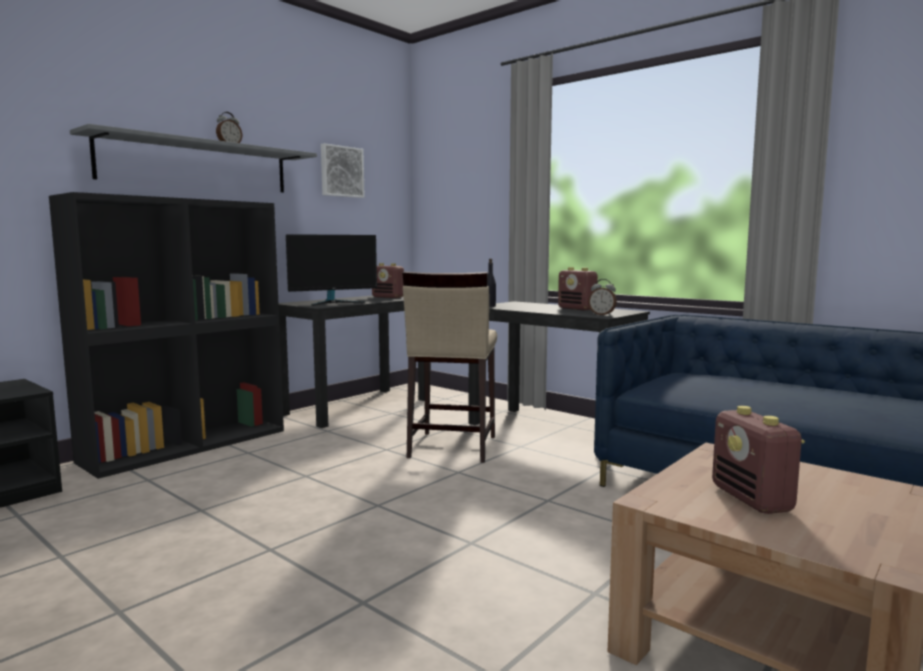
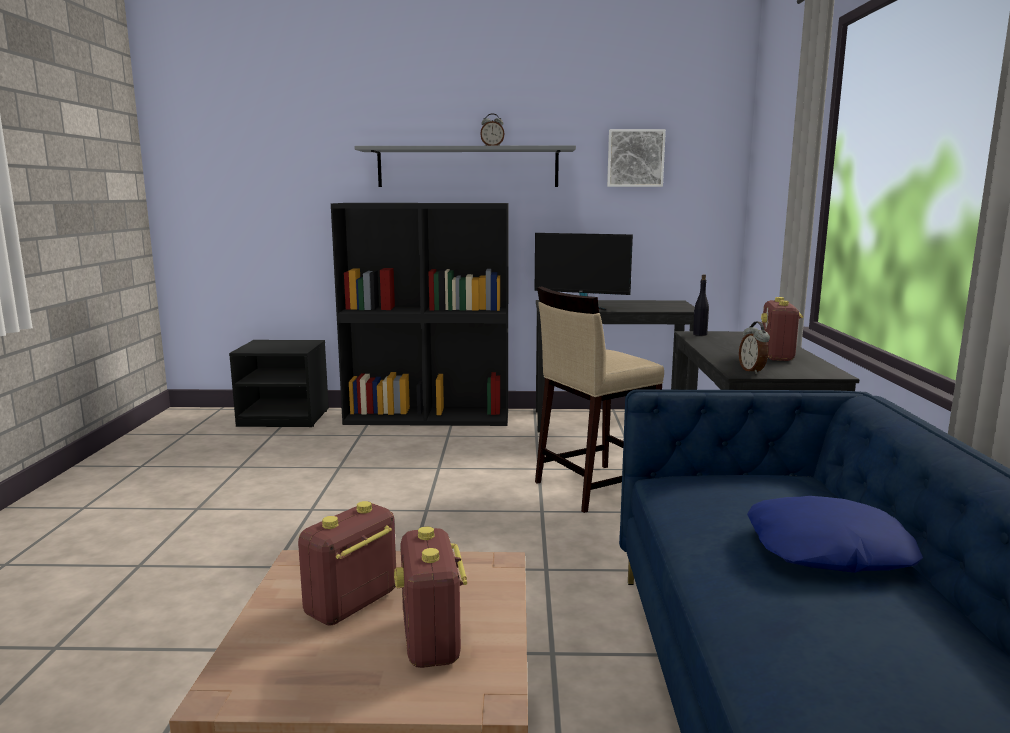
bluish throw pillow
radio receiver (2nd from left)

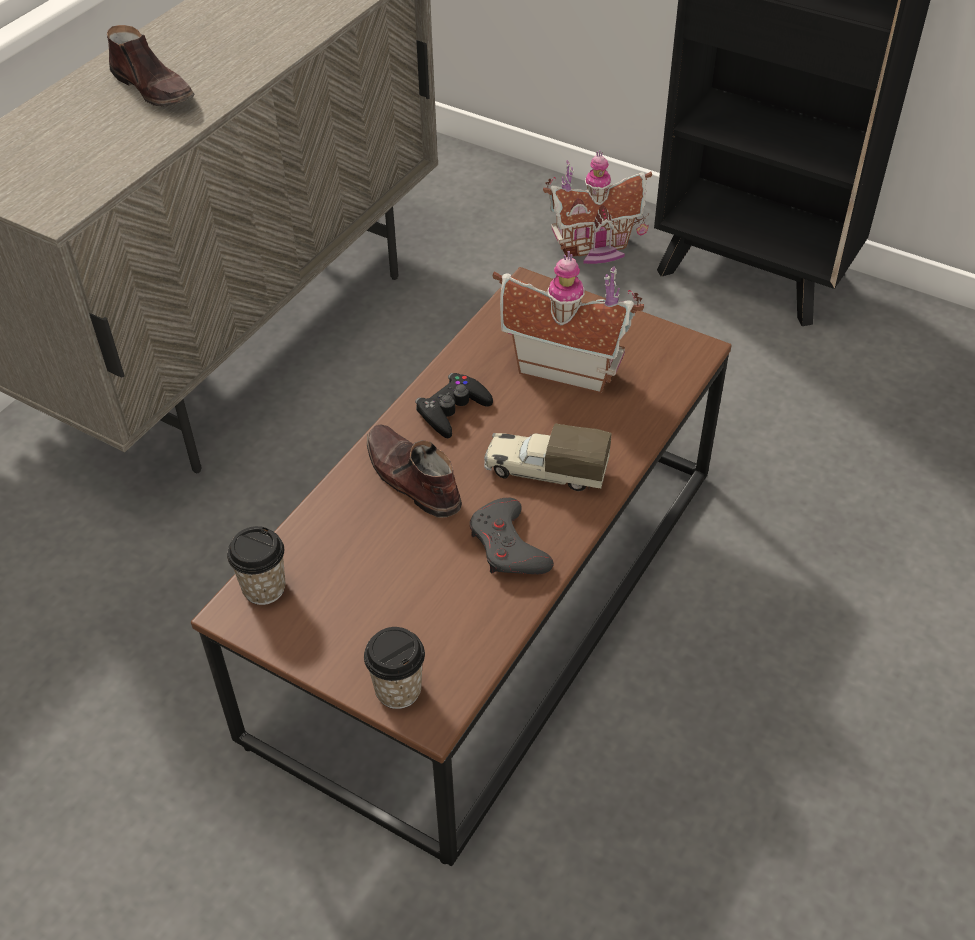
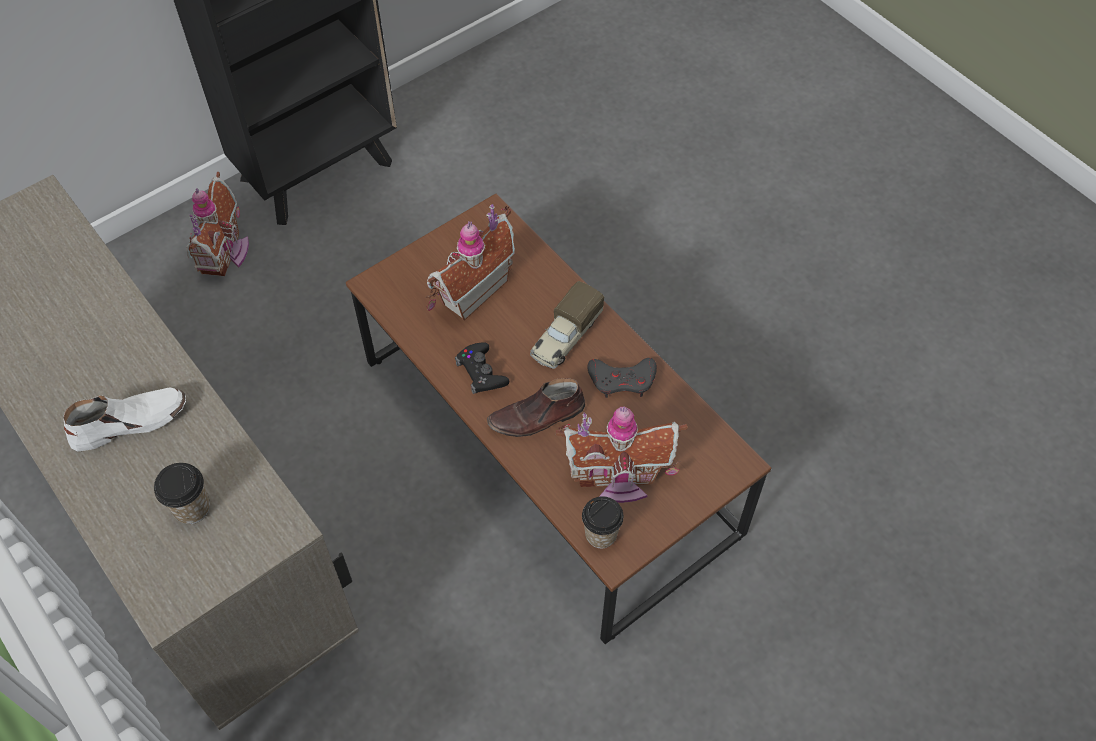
toy house (3rd from left)
drinking cup (1st from left)
whitish item of footwear

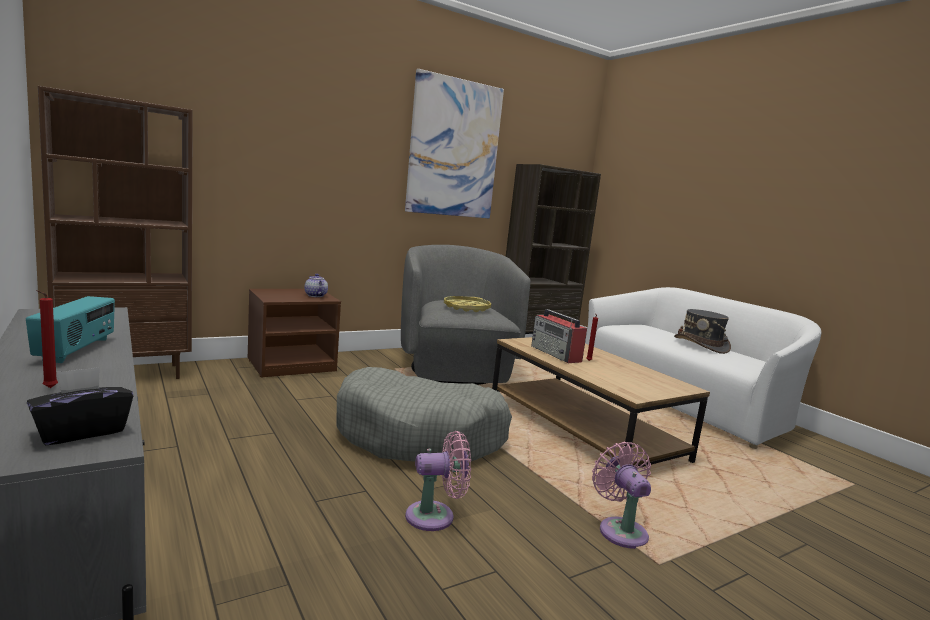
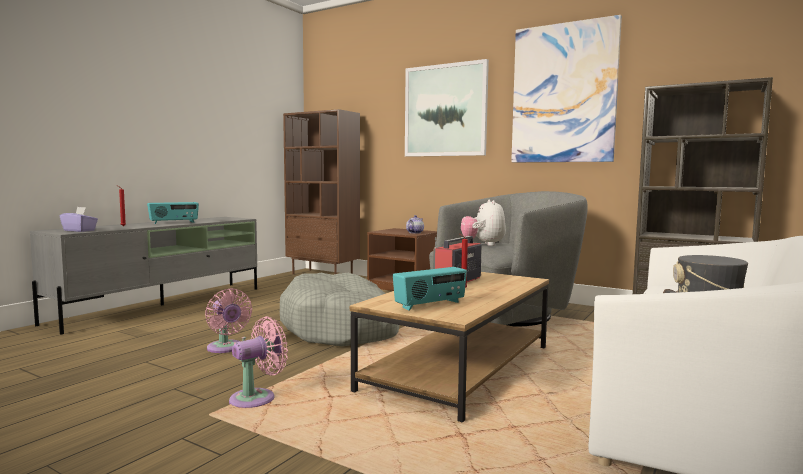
radio receiver (2nd from left)
picture (1st from left)
cuddly toy
purple-coloured box of tissues

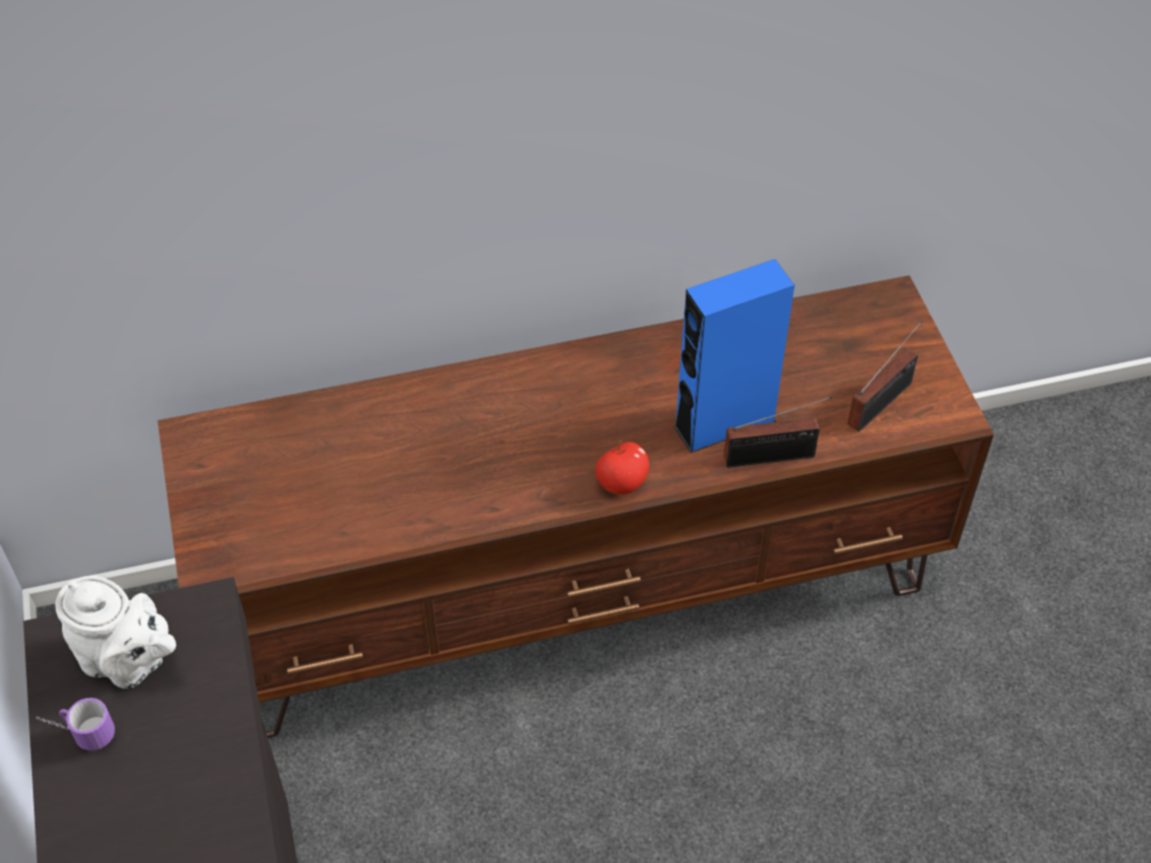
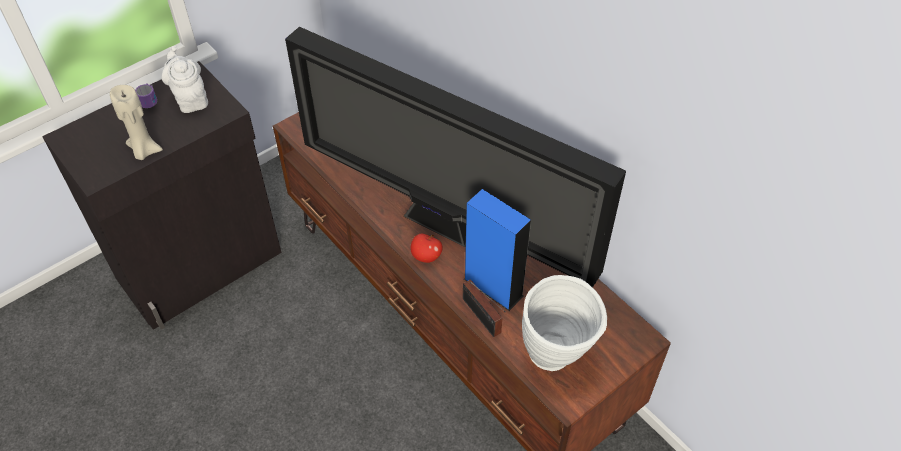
beige-coloured wax light
television
whitish decorative vase
whitish teapot

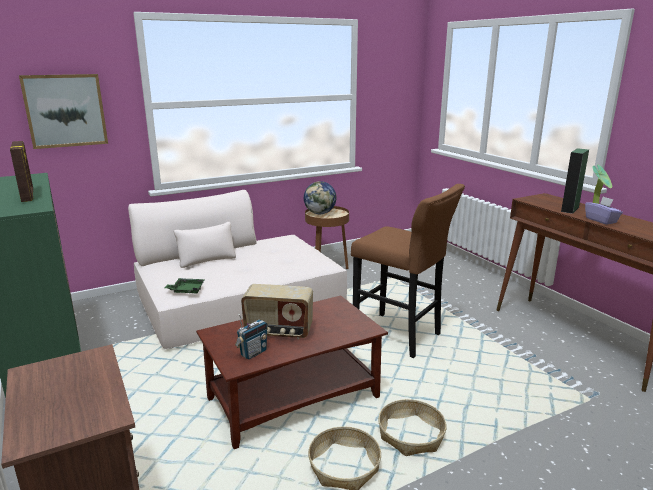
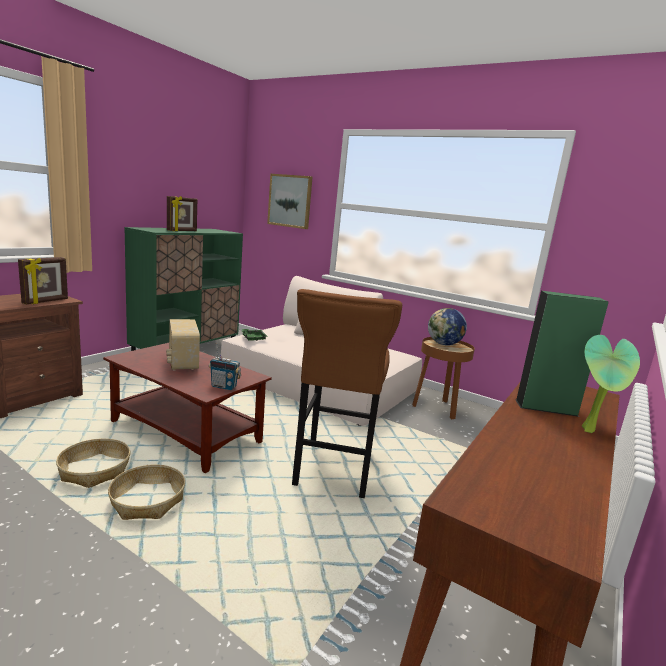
purple-coloured box of tissues
picture frame (1st from left)
radio receiver (2nd from left)

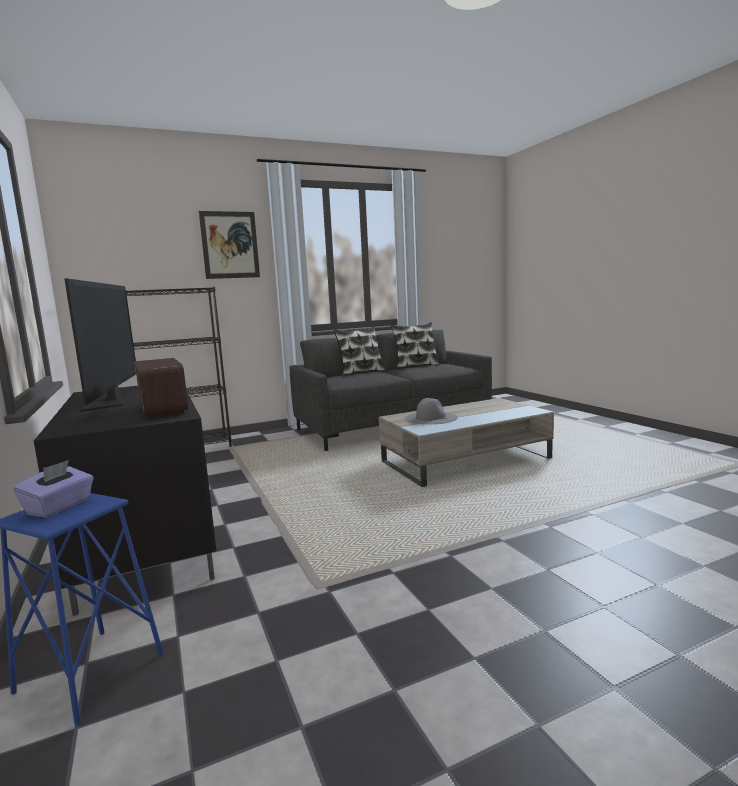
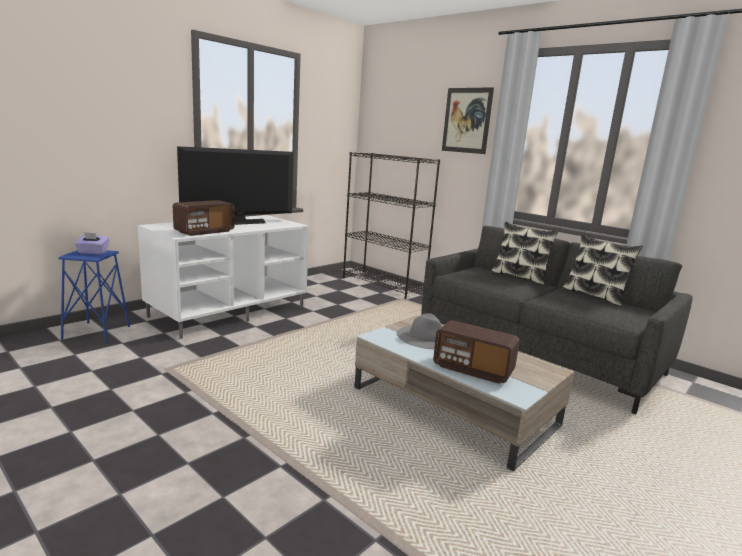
radio receiver (2nd from left)
whitish media console

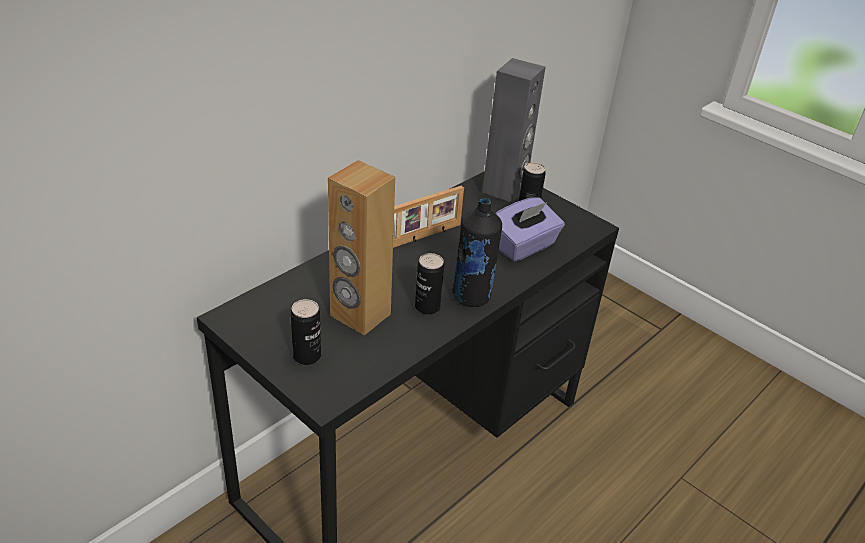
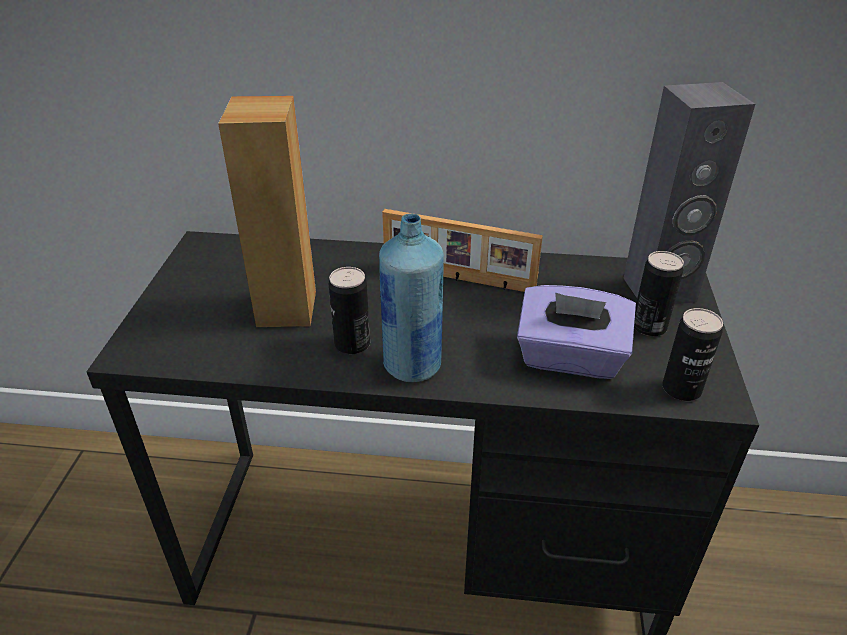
sealed can (3rd from left)
bluish beverage bottle

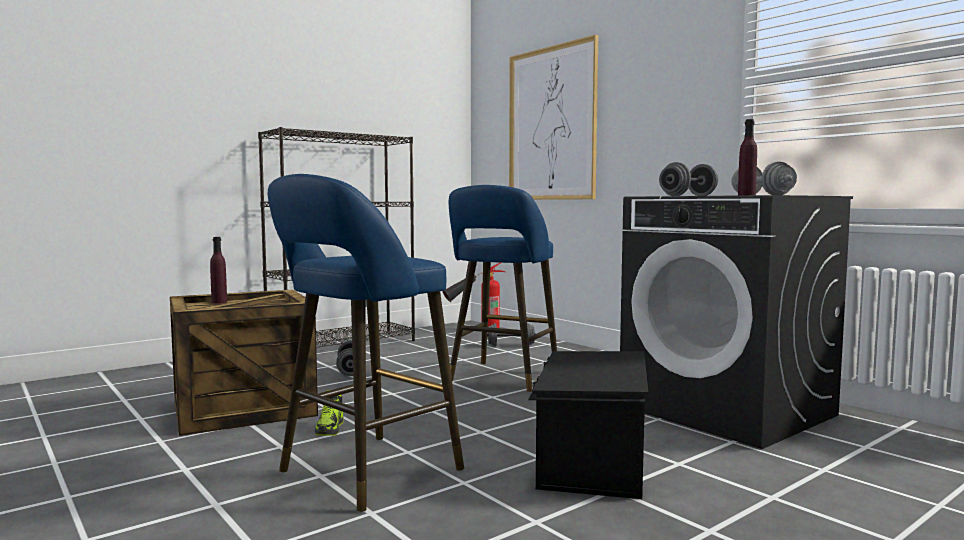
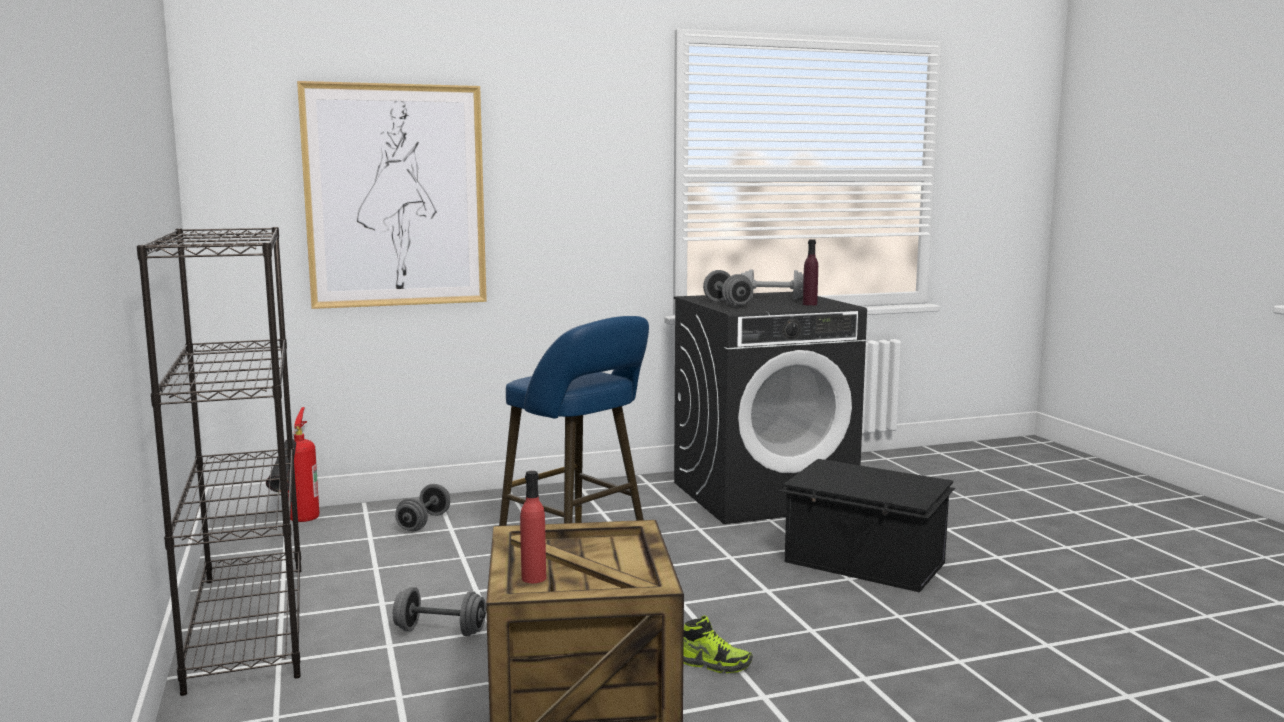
bluish sitting stool (1st from left in the first image)
reddish beverage bottle

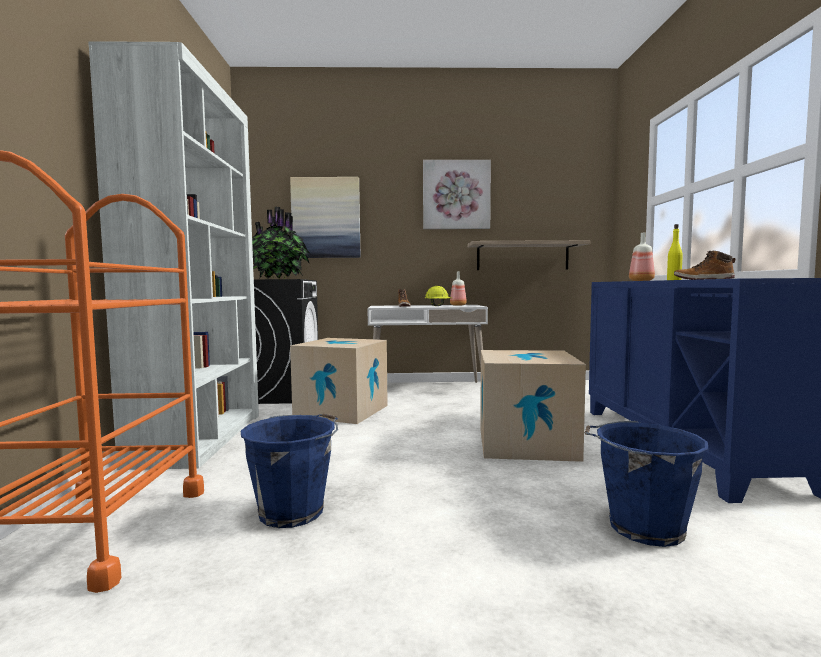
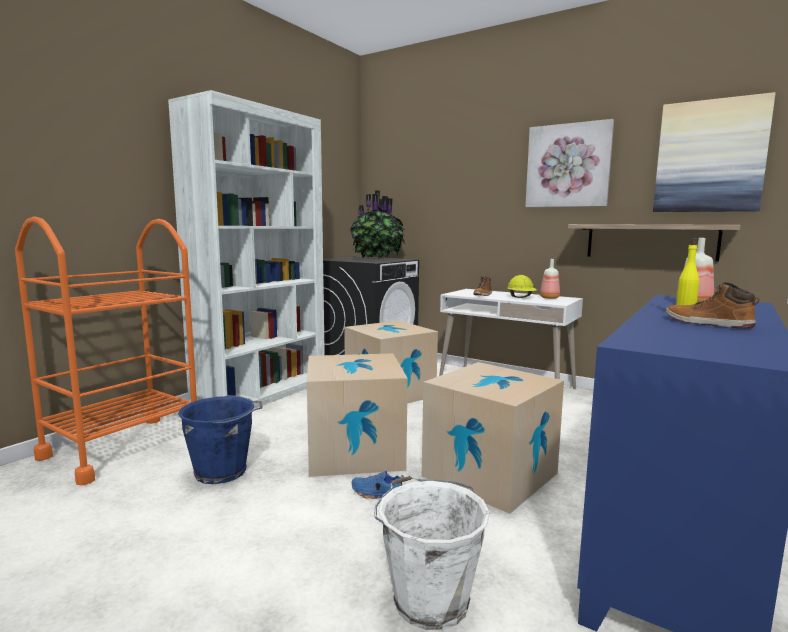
packing box (1st from left)
bluish item of footwear
picture (2nd from left)
whitish water bucket

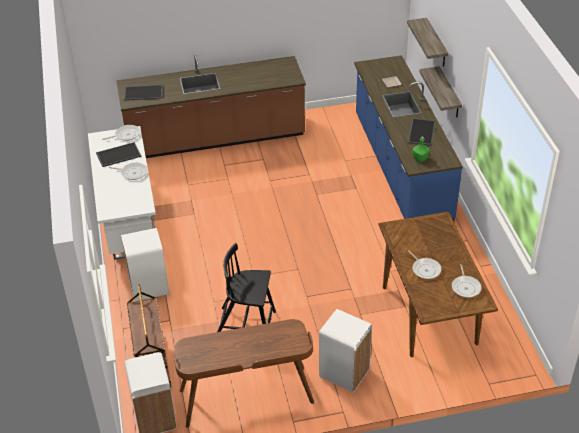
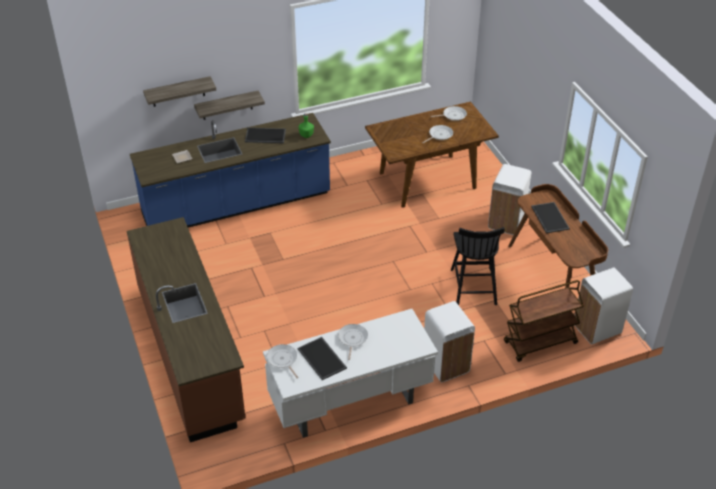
serving tray (3rd from left)

